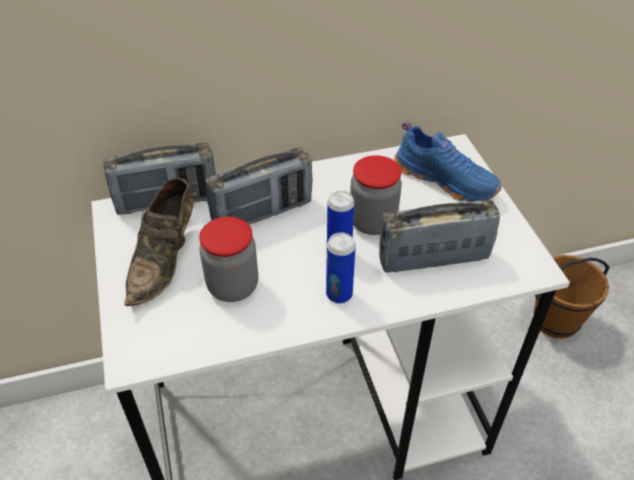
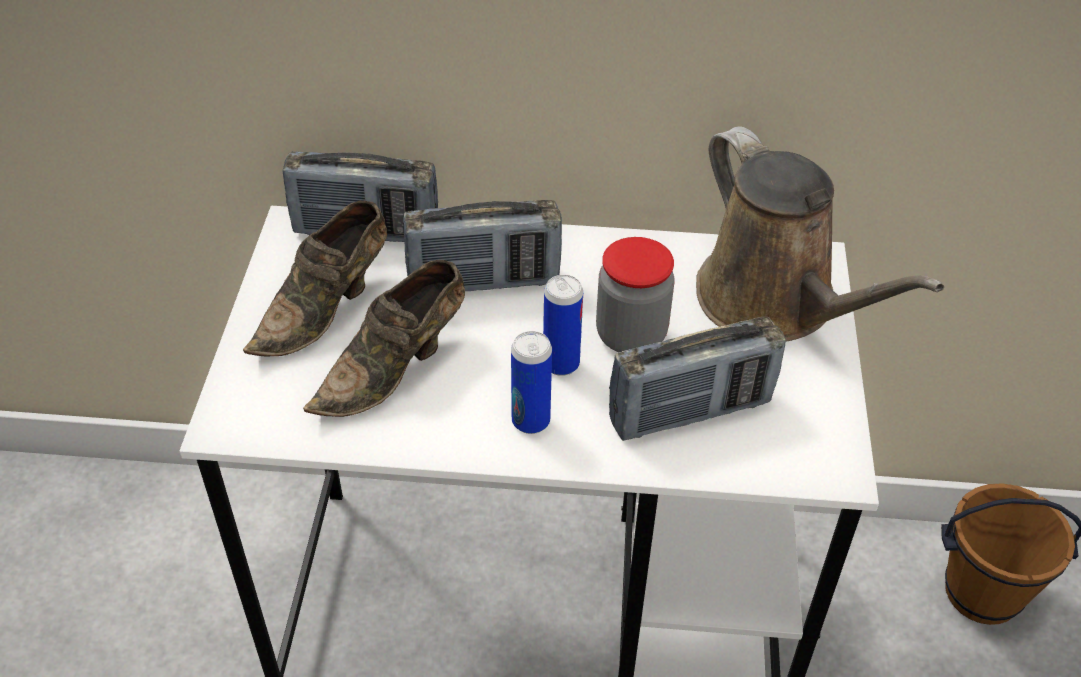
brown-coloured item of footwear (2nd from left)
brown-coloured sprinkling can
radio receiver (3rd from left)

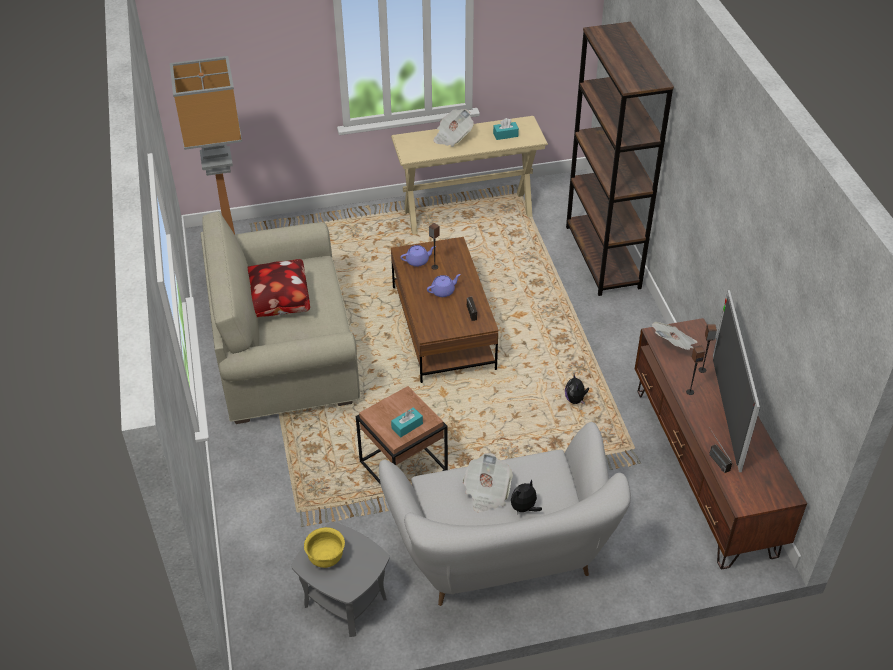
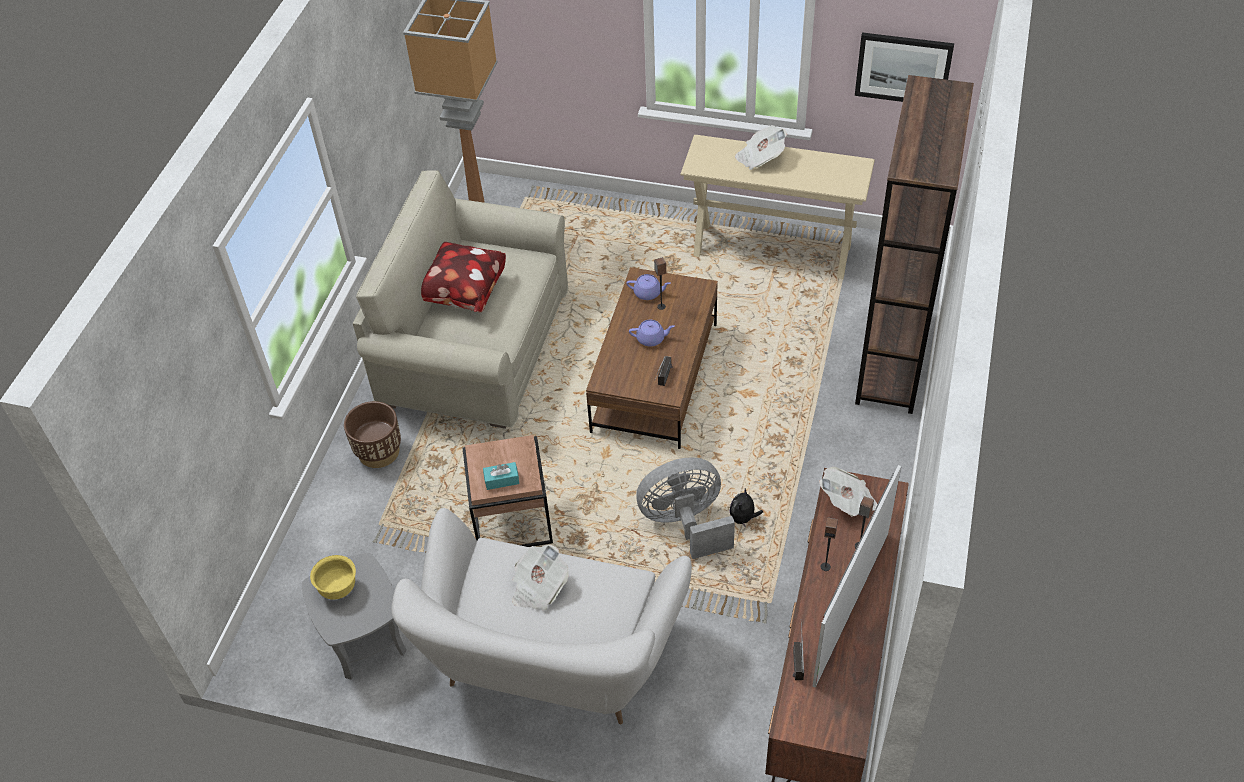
turquoise-coloured box of tissues (2nd from left in the first image)
cuddly toy (1st from left in the first image)
brown-coloured plant pot
gray electric fan
picture

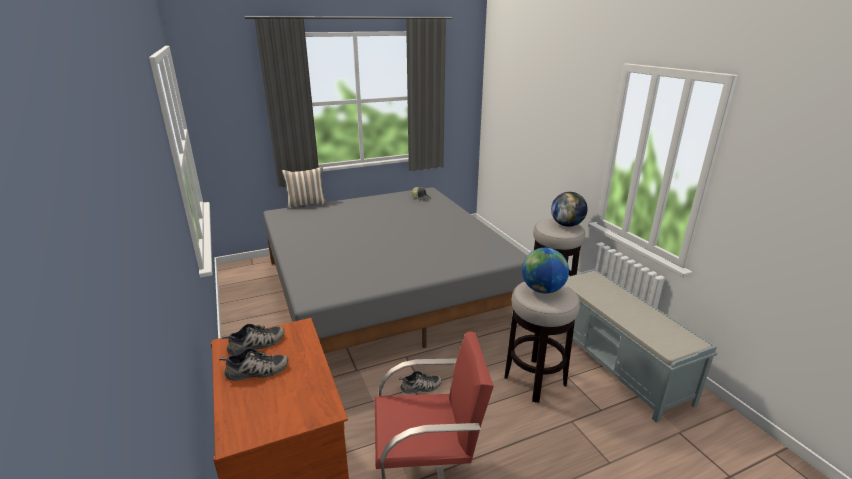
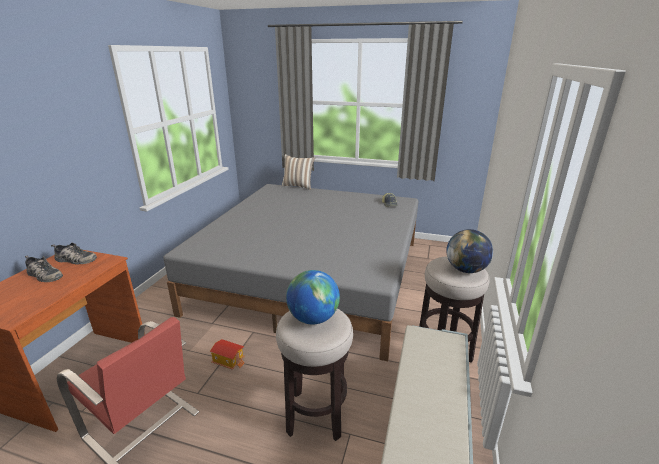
toy house

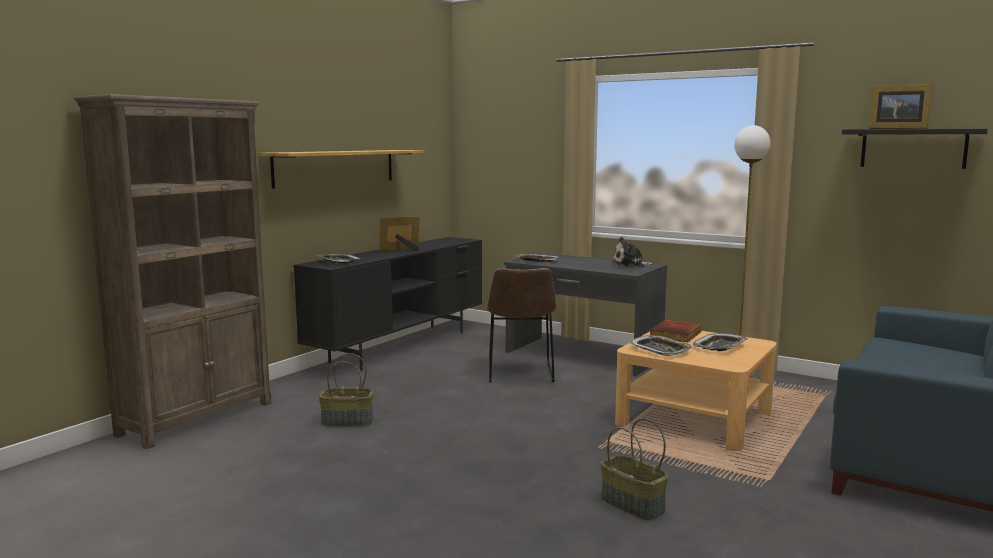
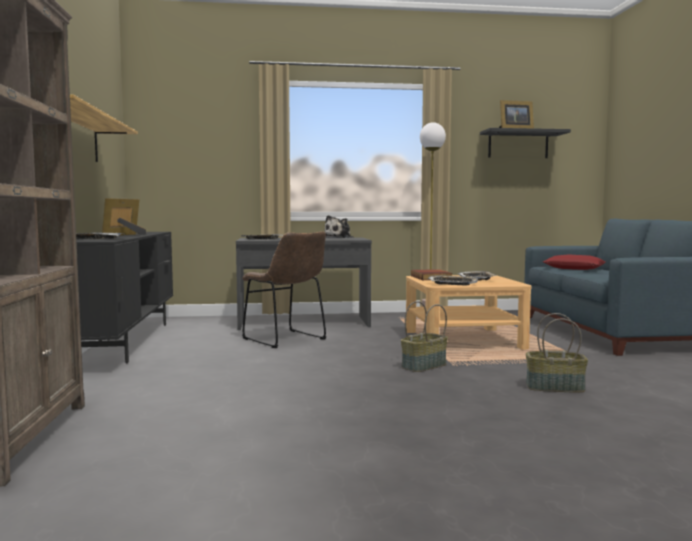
reddish throw pillow
basket (1st from left)

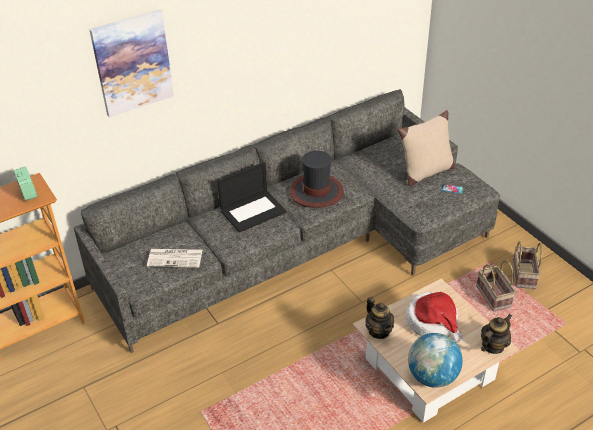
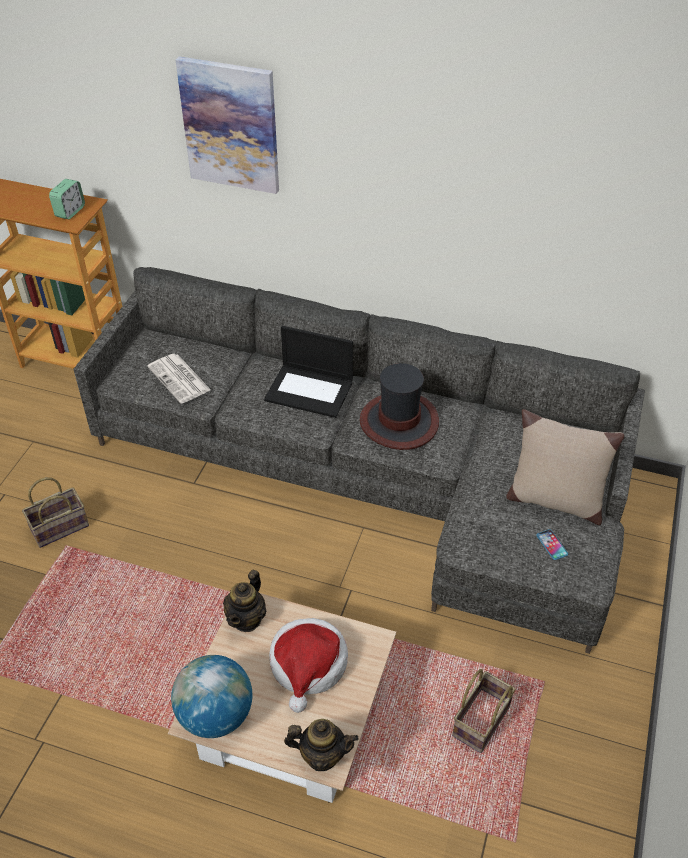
basket (1st from left)

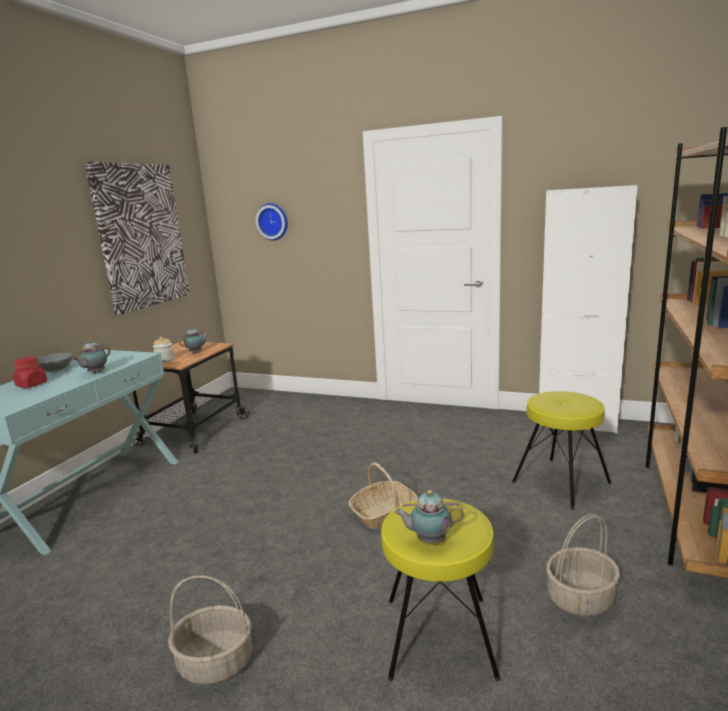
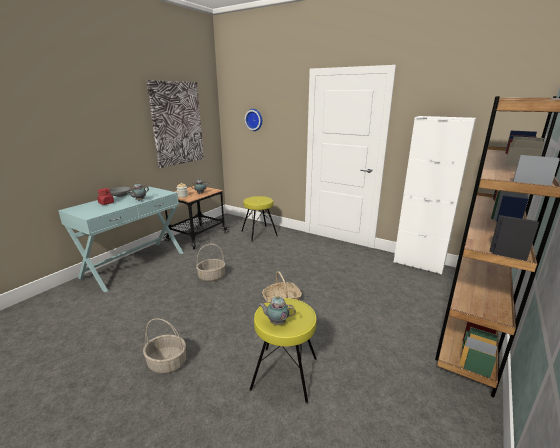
yellowish sitting stool (1st from left)
basket (2nd from left)

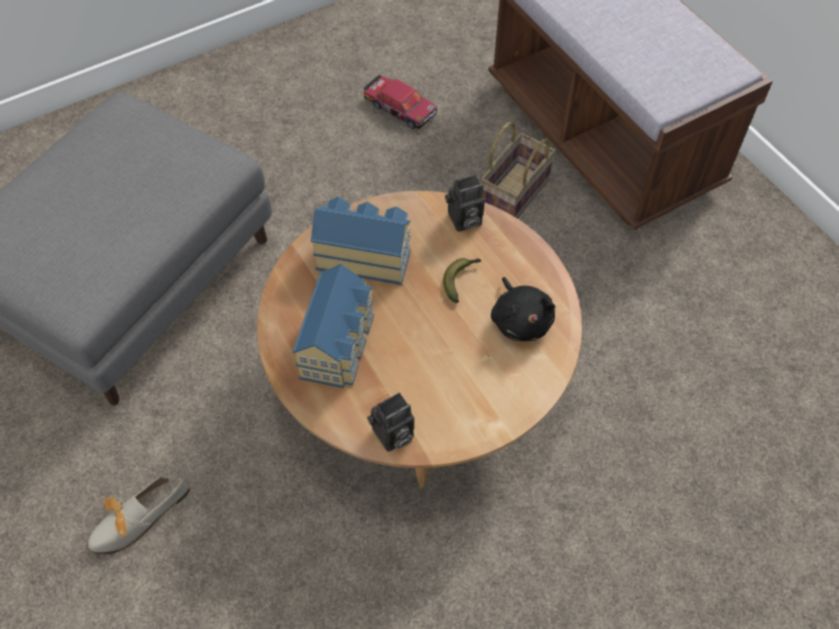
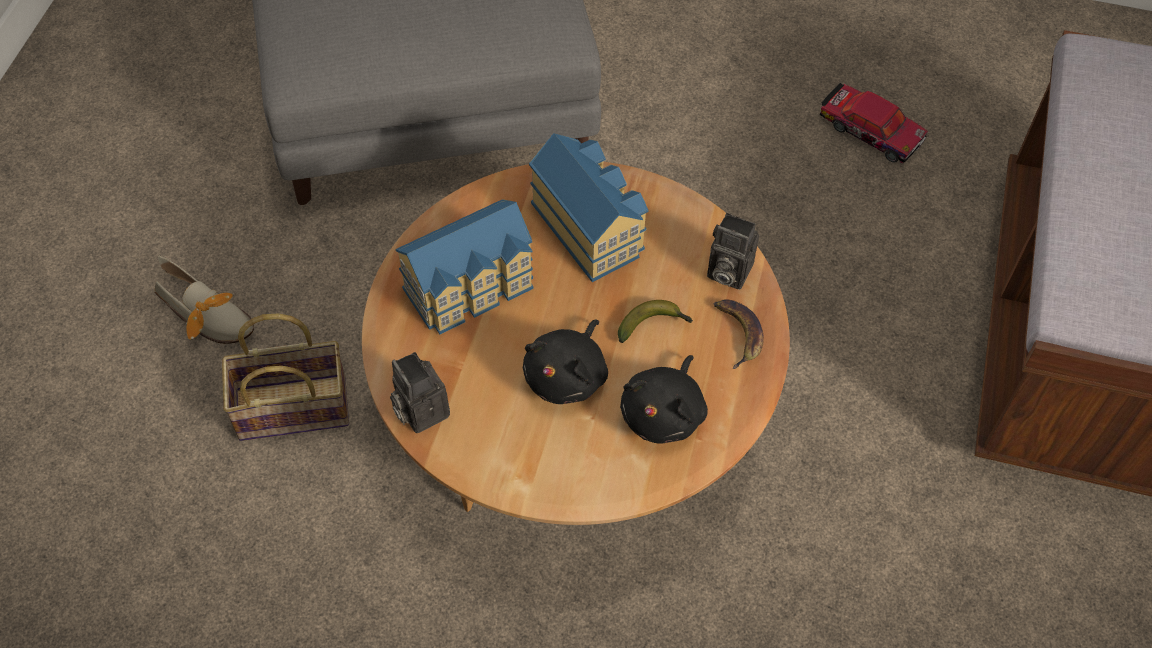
black-coloured cuddly toy (1st from left)
banana fruit (2nd from left)
basket
item of footwear
toy car
still camera (1st from left)

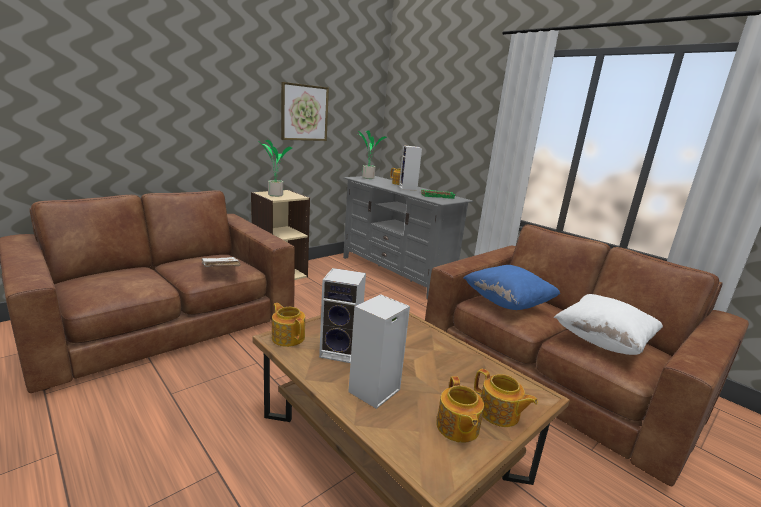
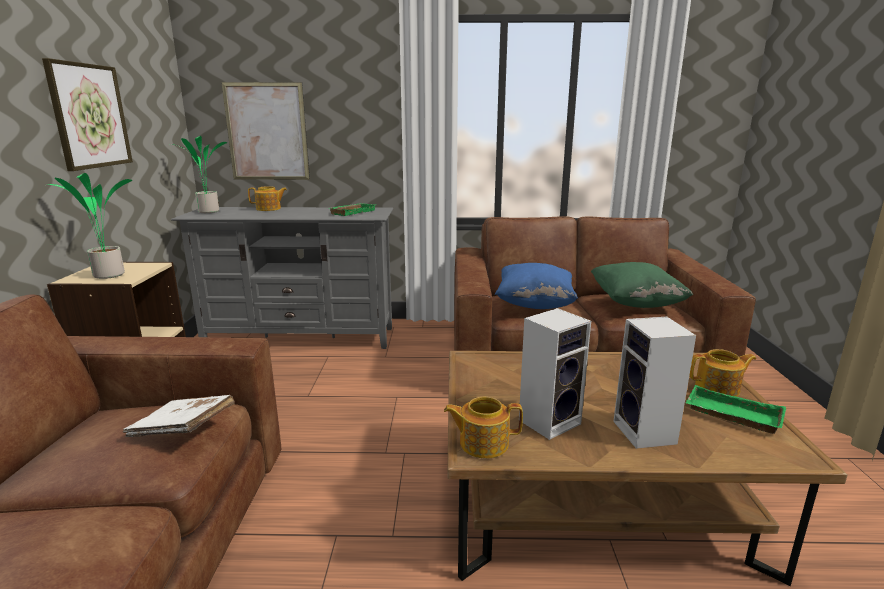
speaker (3rd from left in the first image)
picture (2nd from left)
green-coloured serving tray (2nd from left)
green-coloured throw pillow

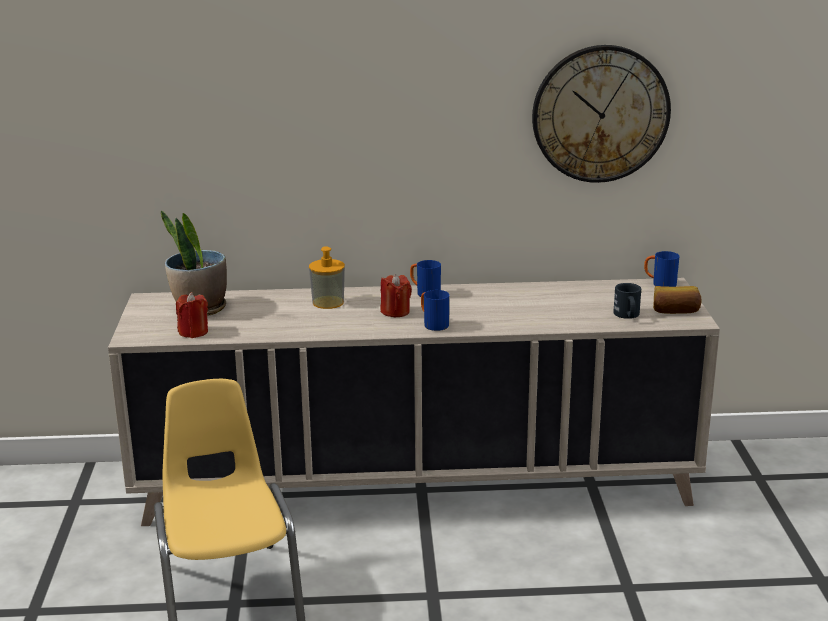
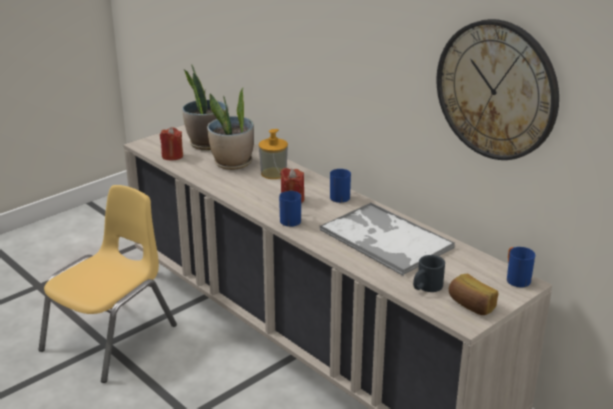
potted plant (2nd from left)
serving tray

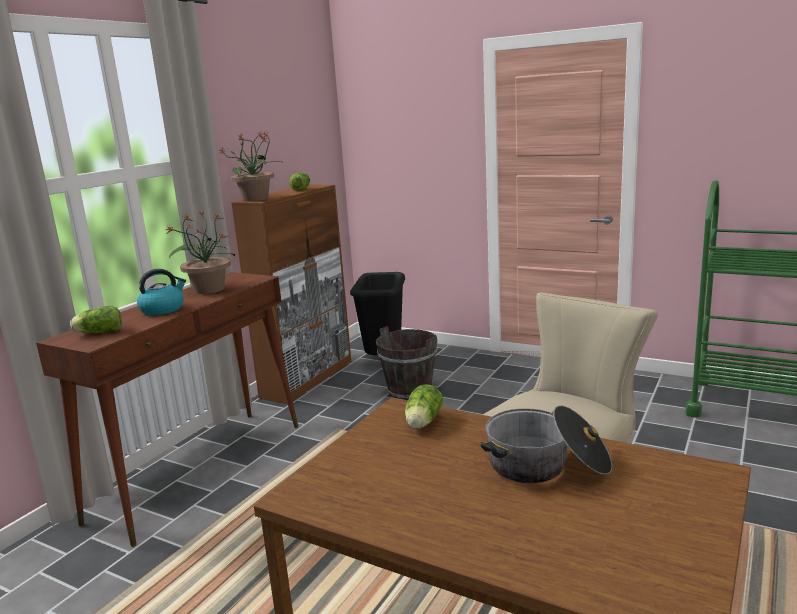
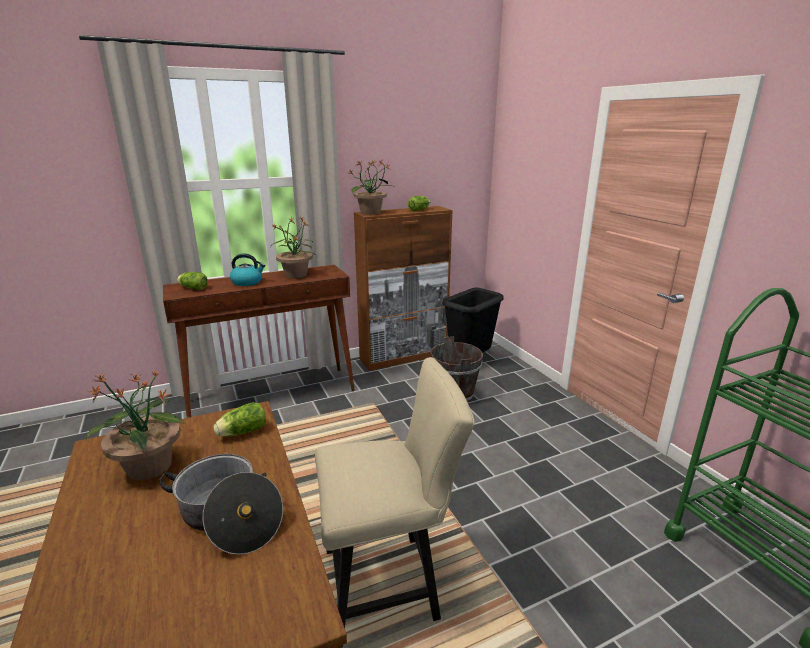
potted plant (1st from left)

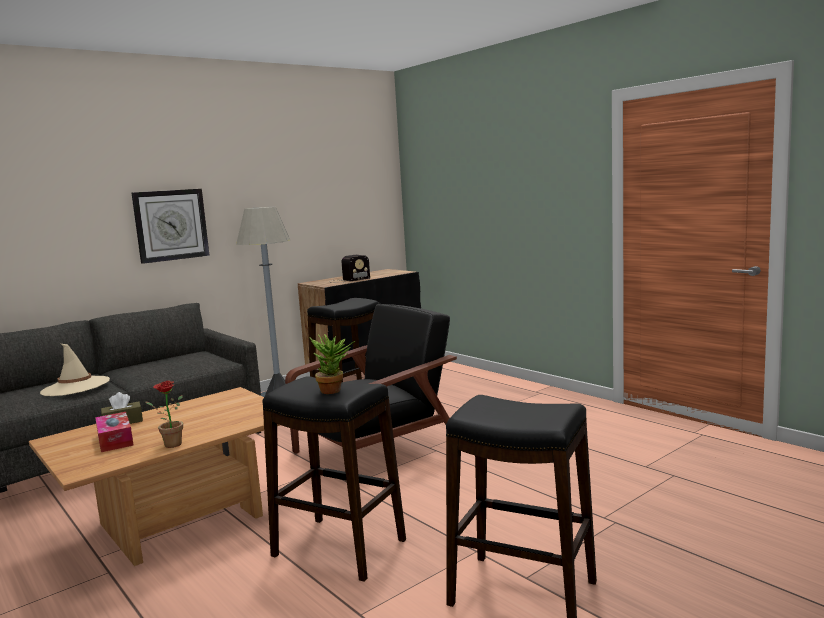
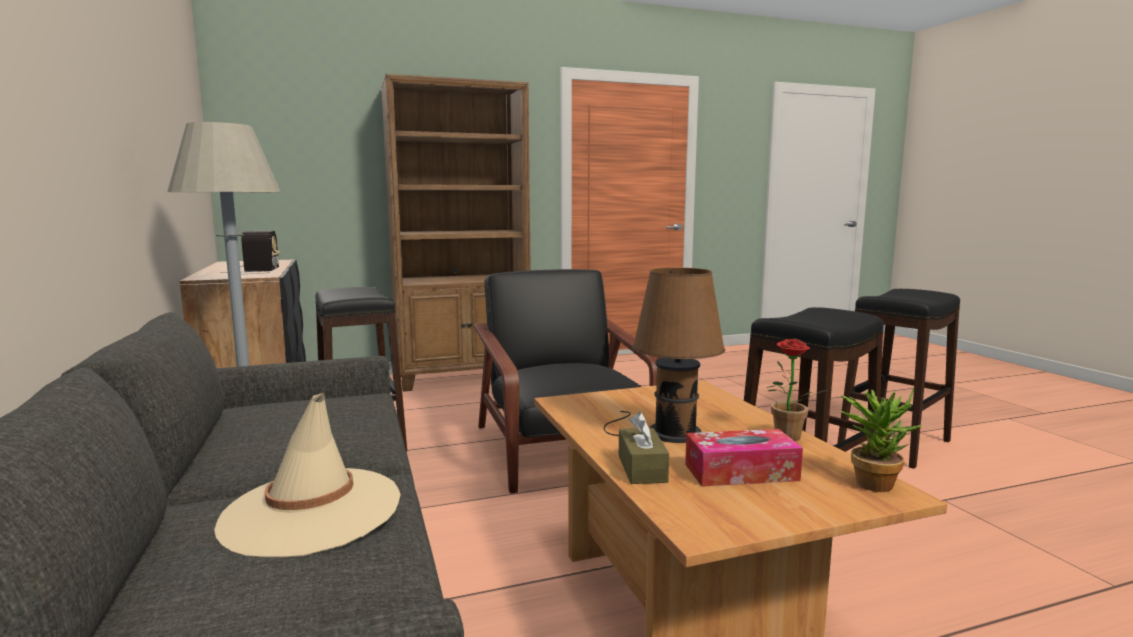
wall clock
brown-coloured bookshelf
brown-coloured table lamp
potted plant (2nd from left)

